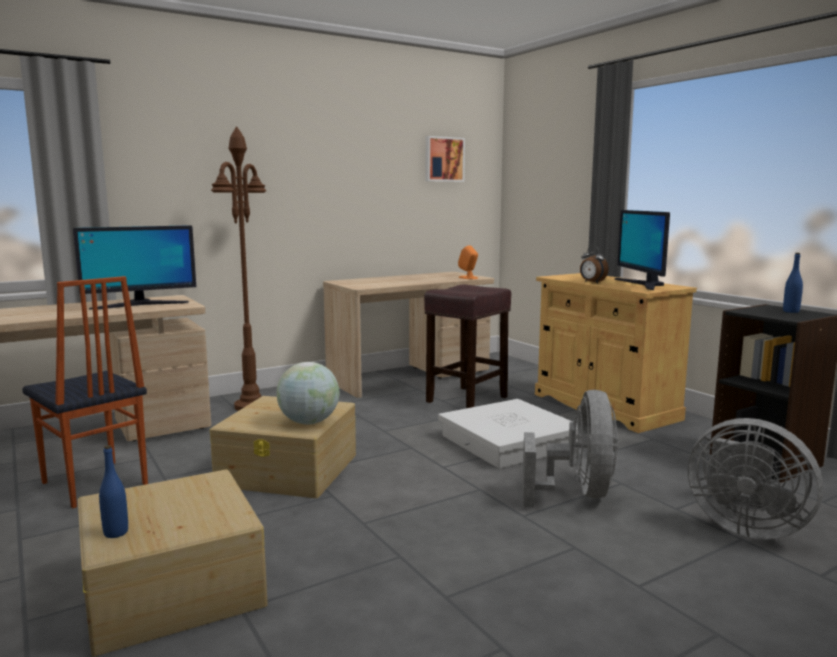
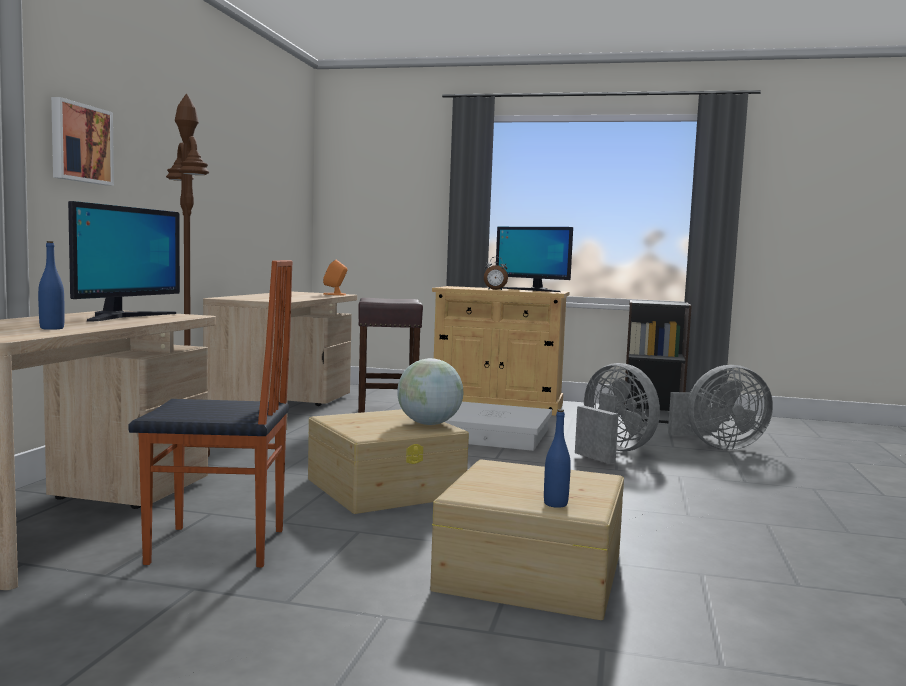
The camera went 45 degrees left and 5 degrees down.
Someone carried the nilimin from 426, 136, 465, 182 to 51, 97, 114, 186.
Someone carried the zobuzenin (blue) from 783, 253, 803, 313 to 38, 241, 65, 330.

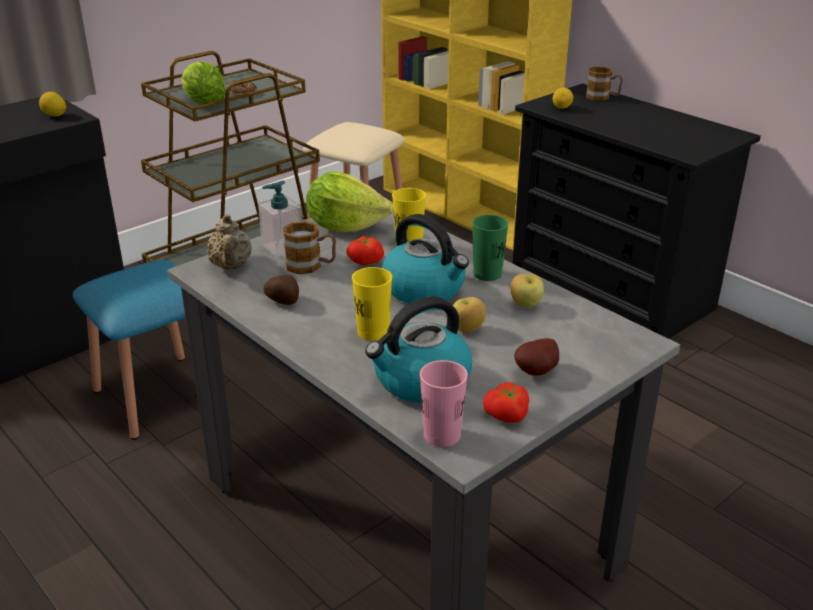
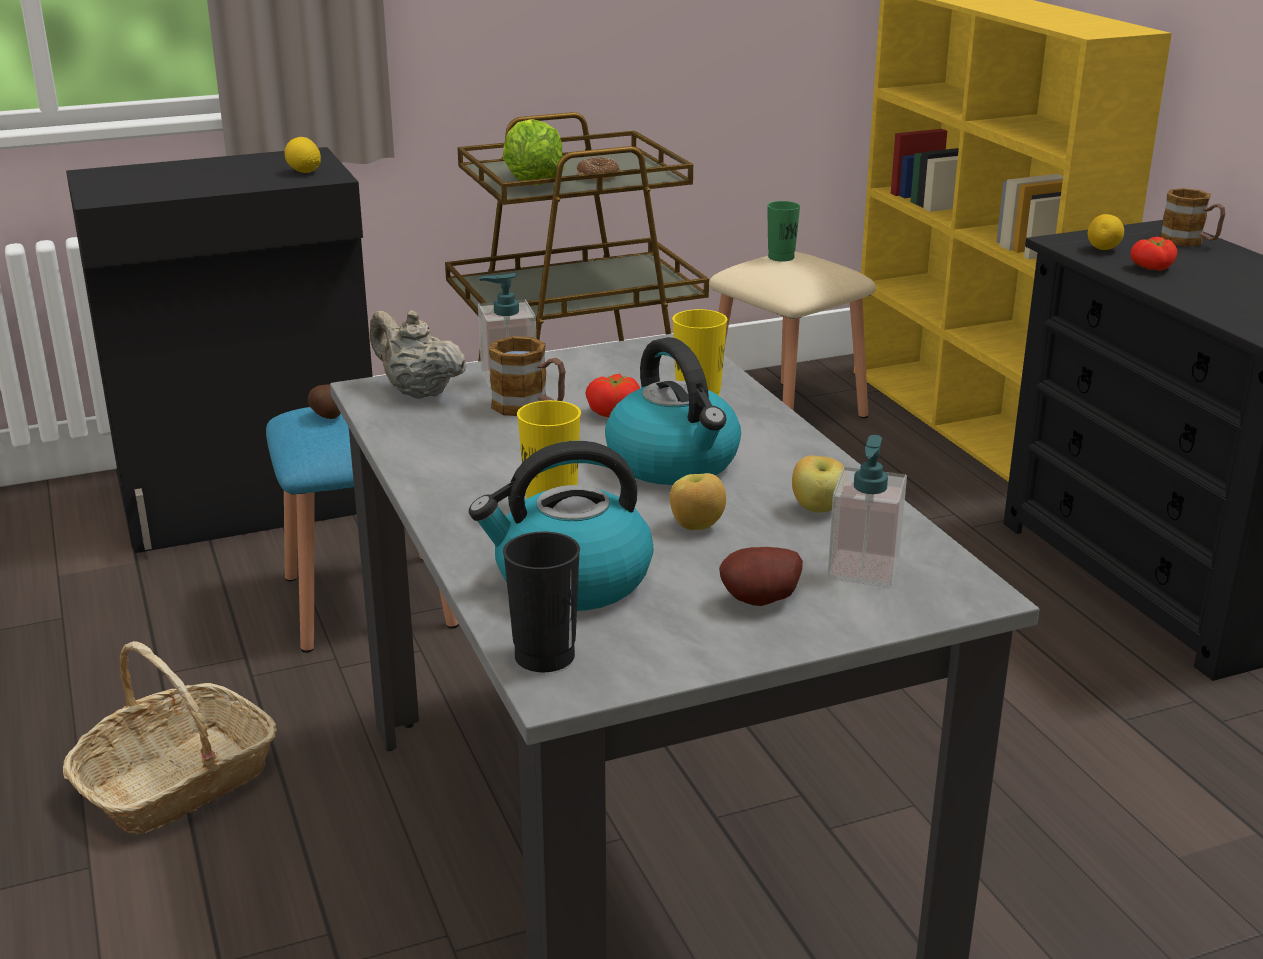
The camera went 20 degrees right and 5 degrees down.
Someone rotated the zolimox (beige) at 206, 214, 252, 269 by 120 degrees clockwise.
Someone carried the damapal from 264, 275, 299, 305 to 308, 384, 341, 419.
Someone took away the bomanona at 306, 171, 393, 232.
Someone repainted the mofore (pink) at 420, 360, 468, 447, which became the mofore (black) at 503, 532, 580, 672.
Someone carried the mofore (green) from 472, 215, 509, 281 to 767, 201, 800, 261.
Someone carried the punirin from 483, 382, 529, 423 to 1130, 237, 1177, 271.
Someone put down the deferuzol at 63, 641, 277, 834.
Someone put down the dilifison at 827, 435, 907, 588.

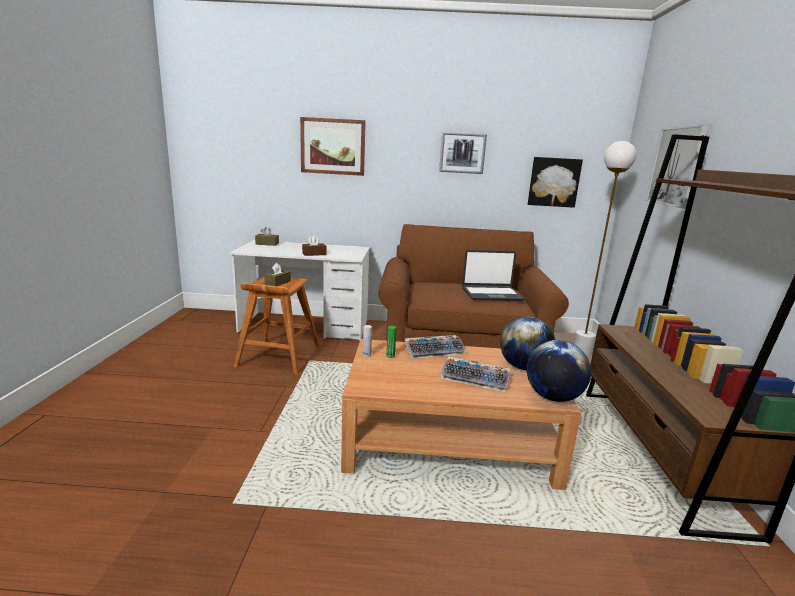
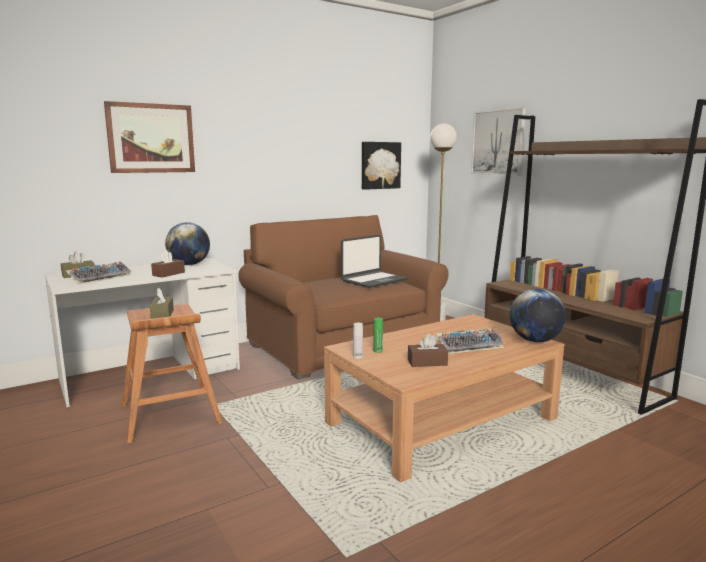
The camera went 35 degrees left and 5 degrees down.
Someone carried the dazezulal from 404, 335, 466, 359 to 66, 261, 131, 285.
Someone took away the nilimin at 439, 132, 487, 174.
Someone carried the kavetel from 500, 317, 555, 370 to 165, 222, 210, 265.
Someone put down the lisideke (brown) at 408, 333, 448, 367.

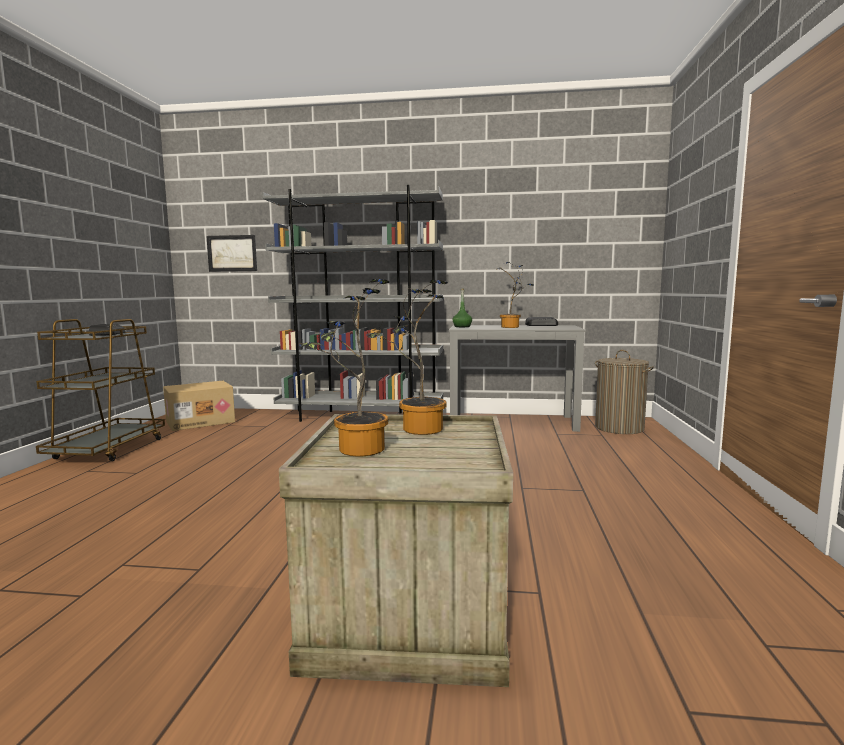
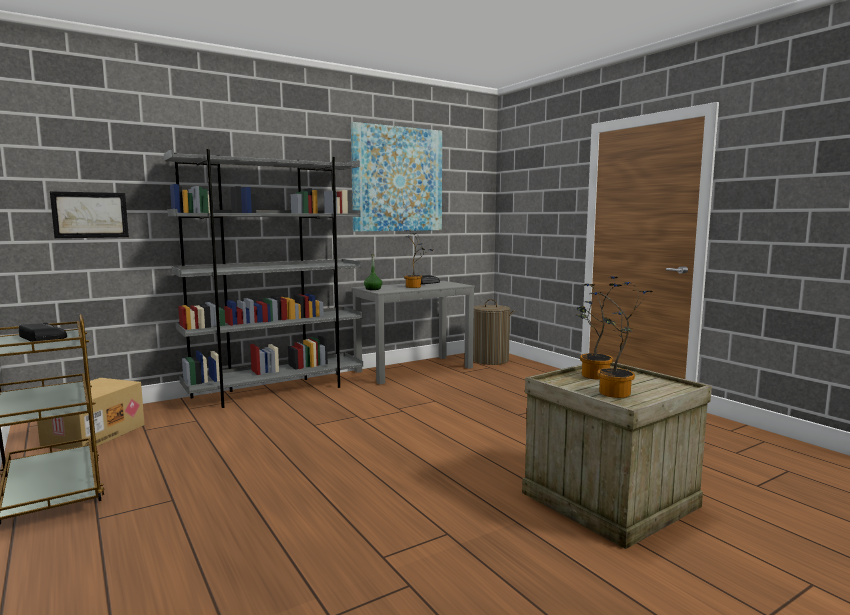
The camera went 40 degrees left and 0 degrees up.
Someone put up the nilimin at 351, 122, 442, 231.

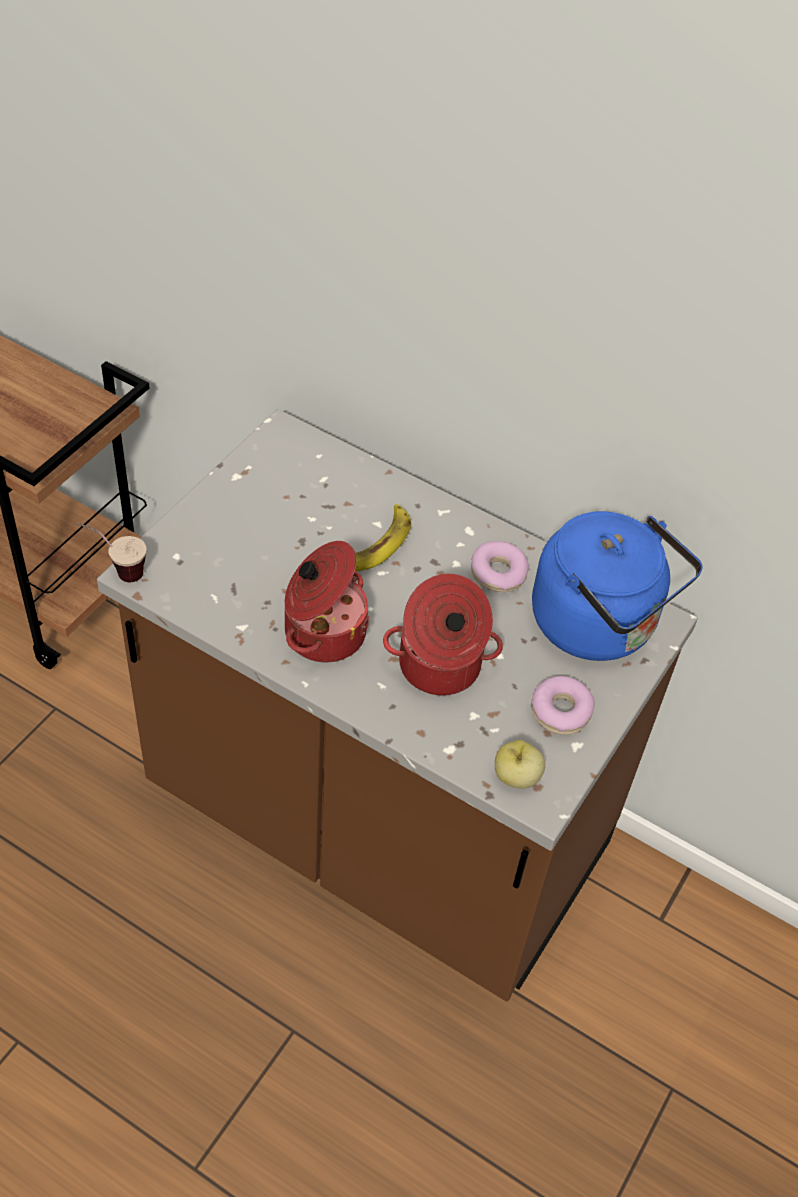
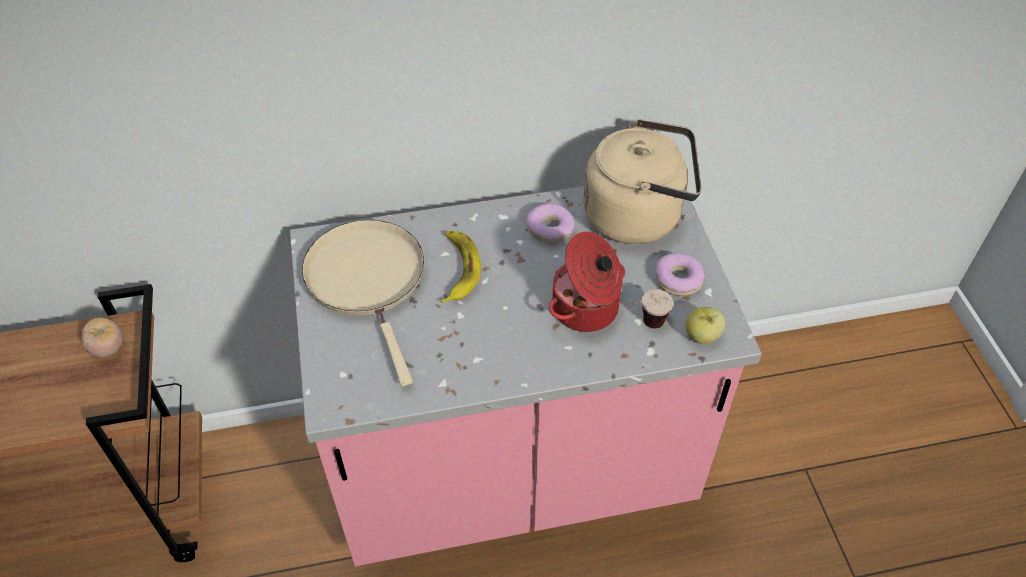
The camera went 40 degrees left and 0 degrees up.
Someone carried the mofore from 77, 522, 146, 582 to 625, 289, 673, 329.
Someone repainted the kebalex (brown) at 97, 409, 698, 1002, which became the kebalex (pink) at 290, 186, 762, 566.
Someone took away the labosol at 285, 541, 370, 663.
Someone repainted the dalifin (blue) at 532, 511, 702, 661, which became the dalifin (beige) at 583, 119, 701, 244.
Someone put down the punirin at 81, 317, 123, 358.
Someone put down the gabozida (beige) at 302, 220, 424, 386.

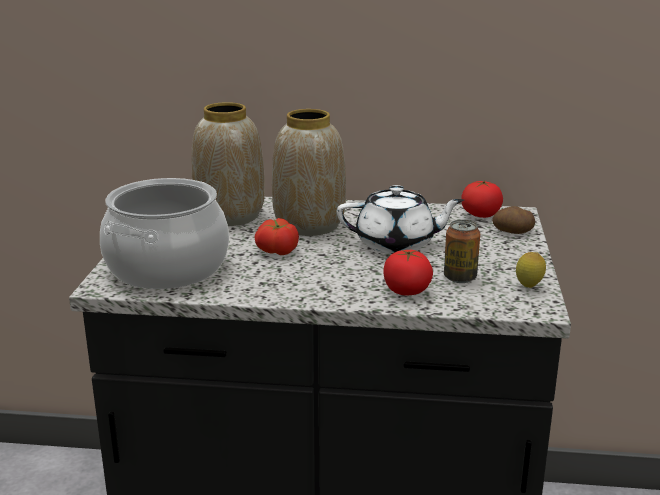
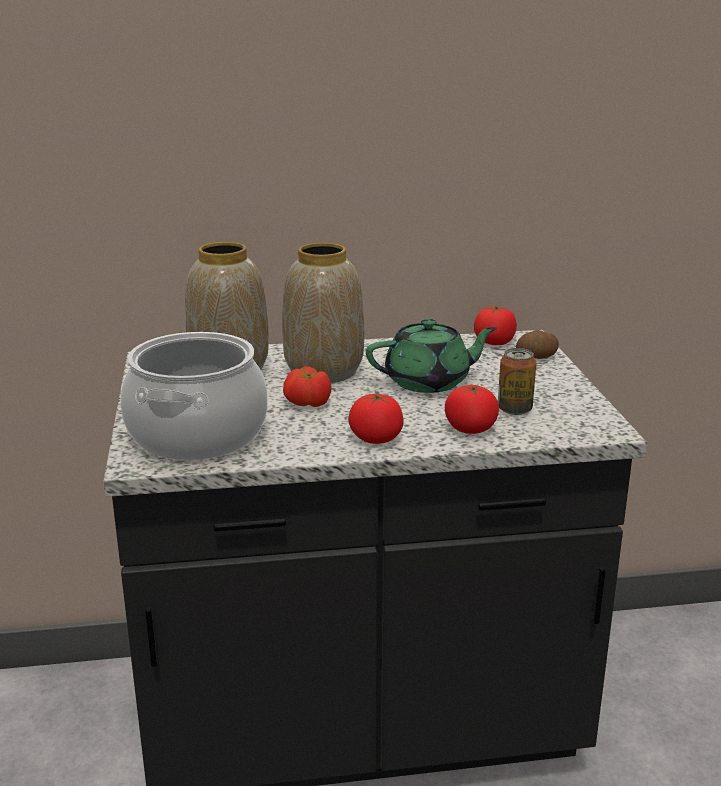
The camera went 15 degrees left and 0 degrees up.
Someone repainted the zolimox (white) at 337, 185, 464, 254, which became the zolimox (green) at 366, 319, 497, 393.
Someone took away the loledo at 516, 252, 546, 288.
Someone put down the punirin at 348, 393, 404, 444.

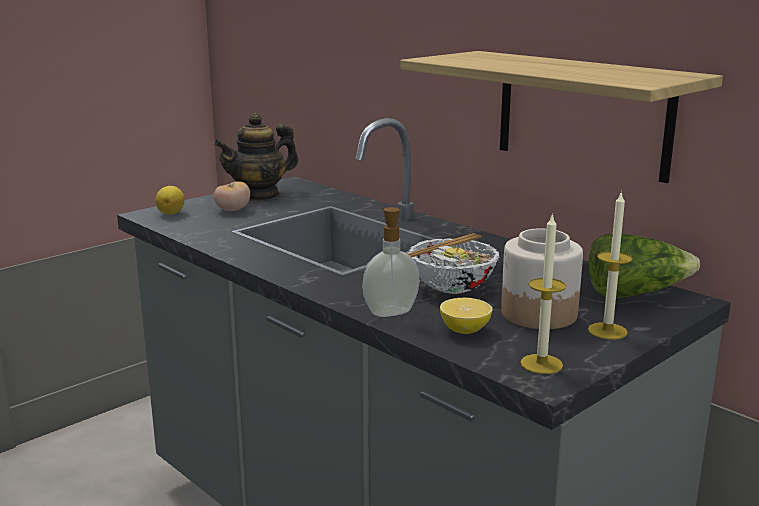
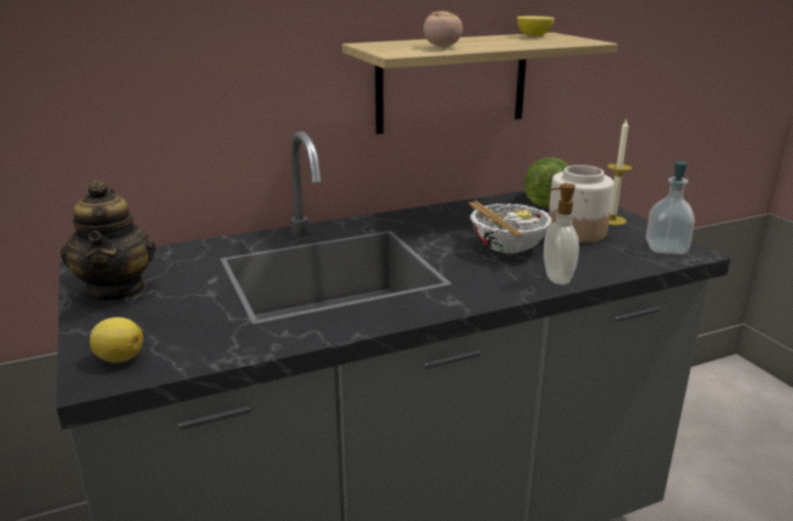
The camera went 70 degrees left and 5 degrees up.
Someone carried the punirin from 214, 181, 250, 211 to 423, 11, 463, 47.
Someone carried the loledo from 440, 298, 493, 334 to 517, 16, 555, 37.
Someone swapped the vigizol at 520, 213, 566, 374 for the dilifison at 646, 161, 695, 254.

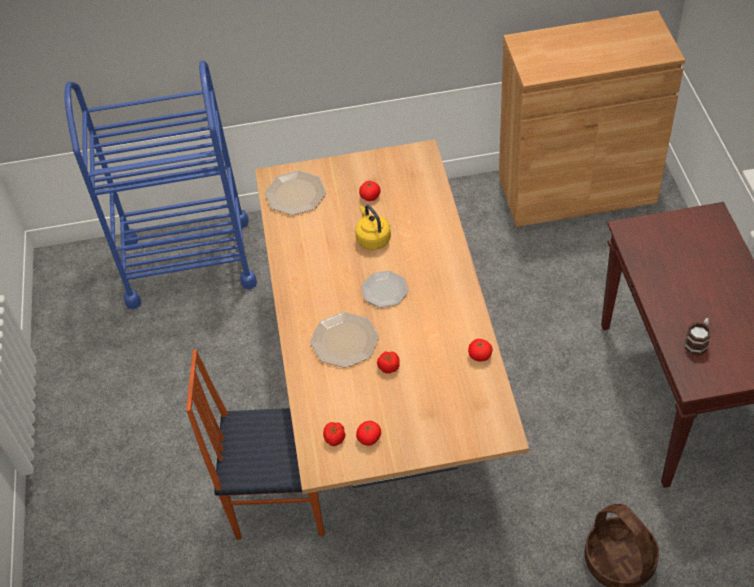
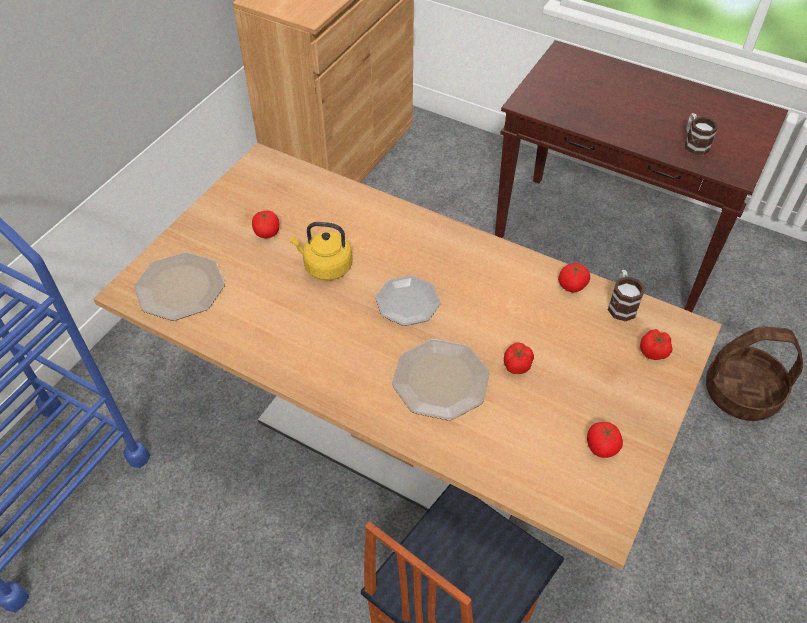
The camera went 55 degrees left and 0 degrees up.
Someone carried the punirin from 323, 422, 345, 446 to 640, 329, 672, 360.
Someone put down the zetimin at 608, 270, 645, 322.

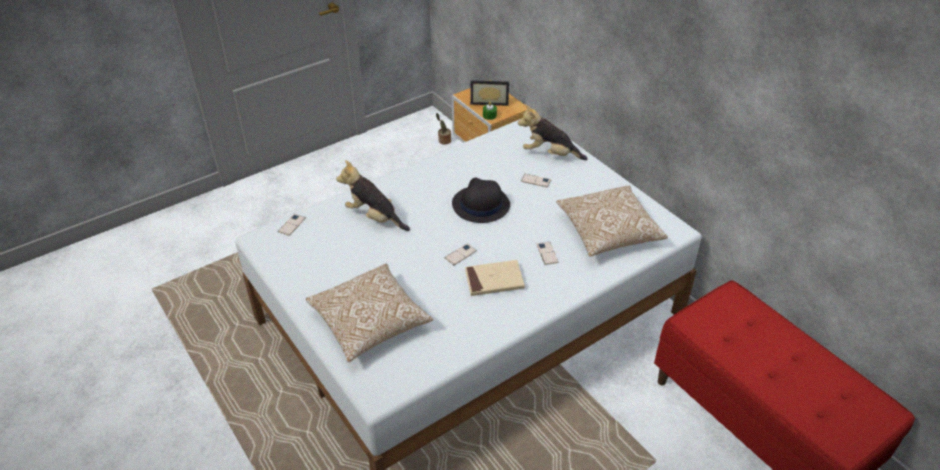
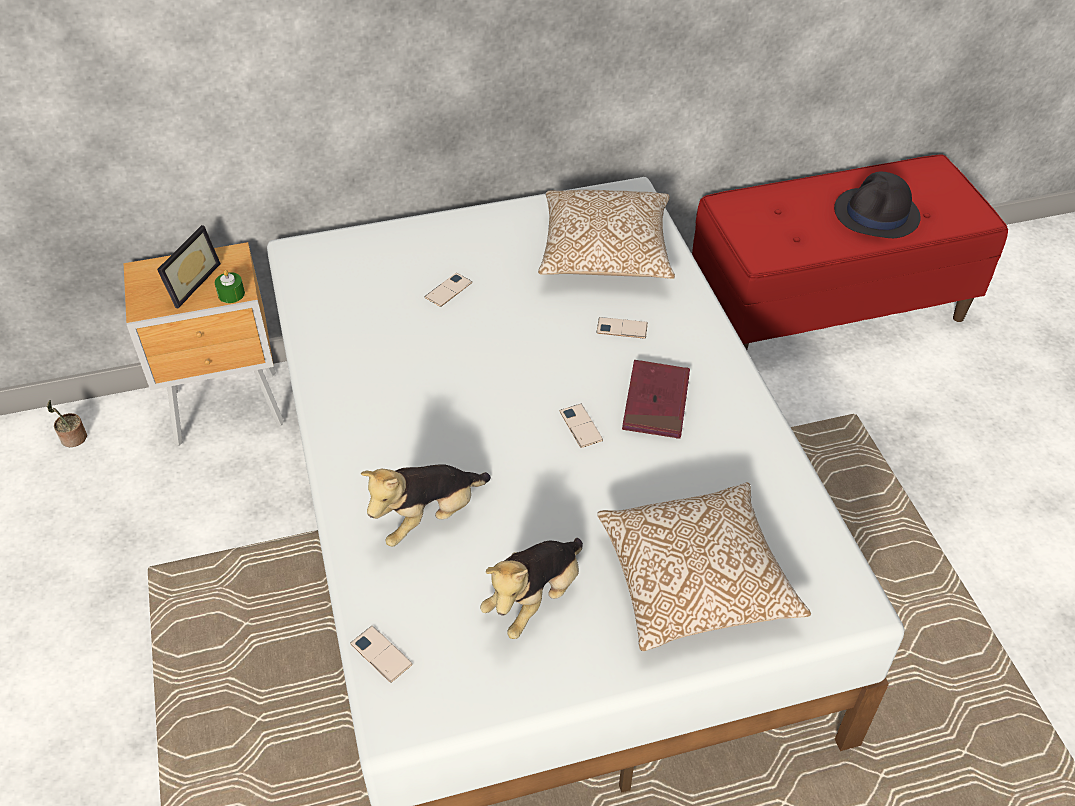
The camera went 70 degrees left and 5 degrees up.
Someone carried the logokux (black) from 452, 178, 510, 223 to 834, 171, 921, 238.
Someone repainted the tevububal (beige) at 465, 260, 525, 296, which became the tevububal (red) at 622, 360, 690, 438.
Someone carried the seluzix from 518, 104, 587, 160 to 480, 538, 583, 639.

